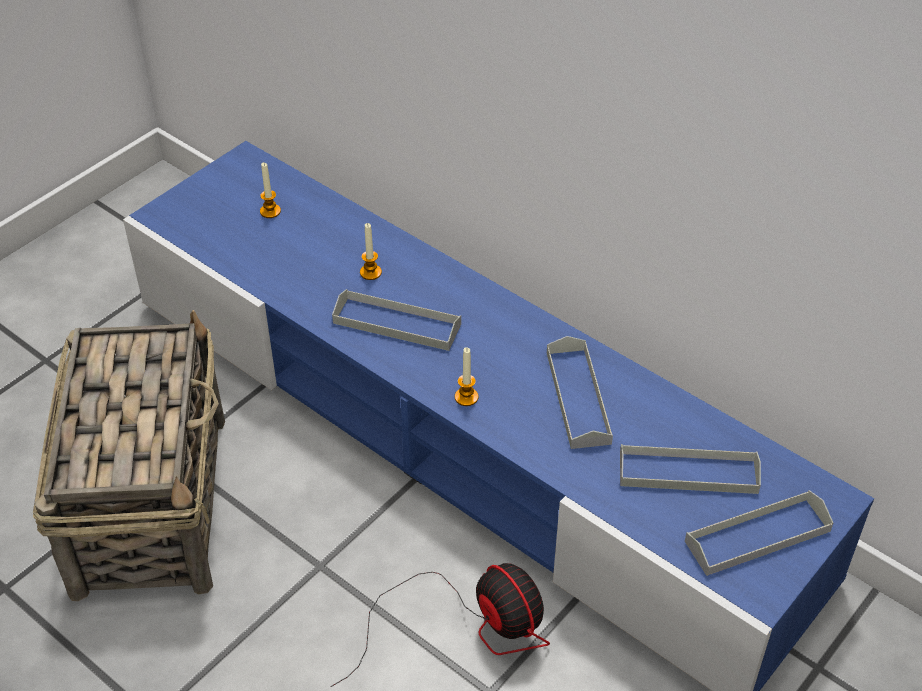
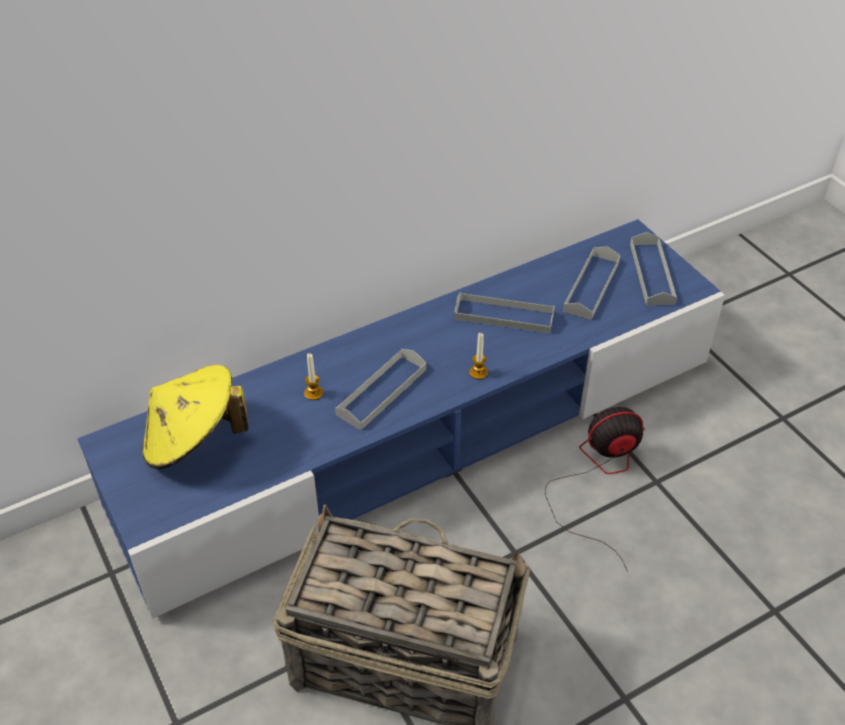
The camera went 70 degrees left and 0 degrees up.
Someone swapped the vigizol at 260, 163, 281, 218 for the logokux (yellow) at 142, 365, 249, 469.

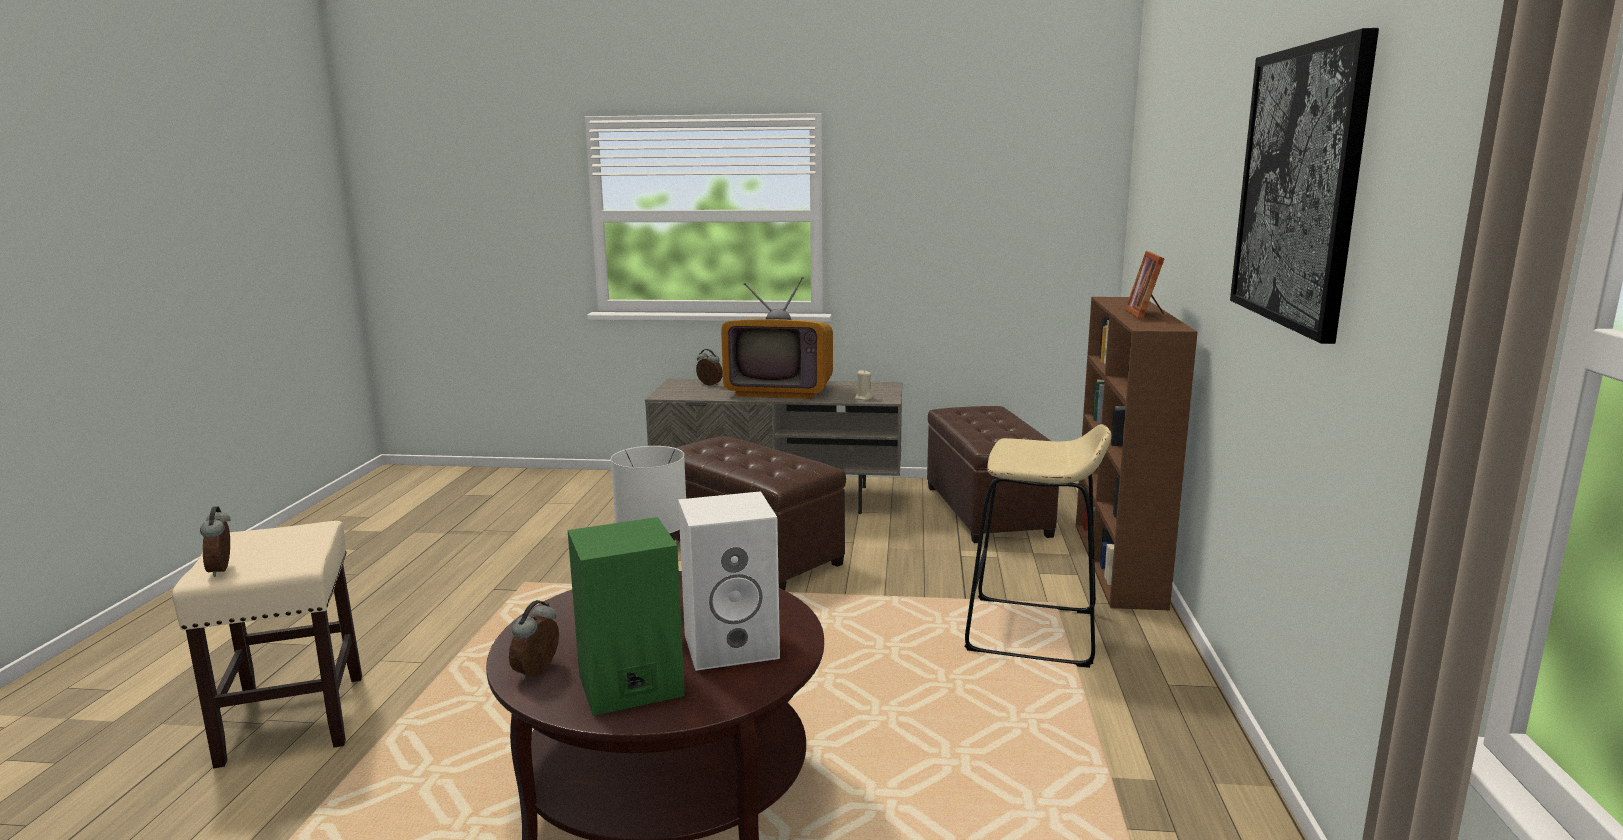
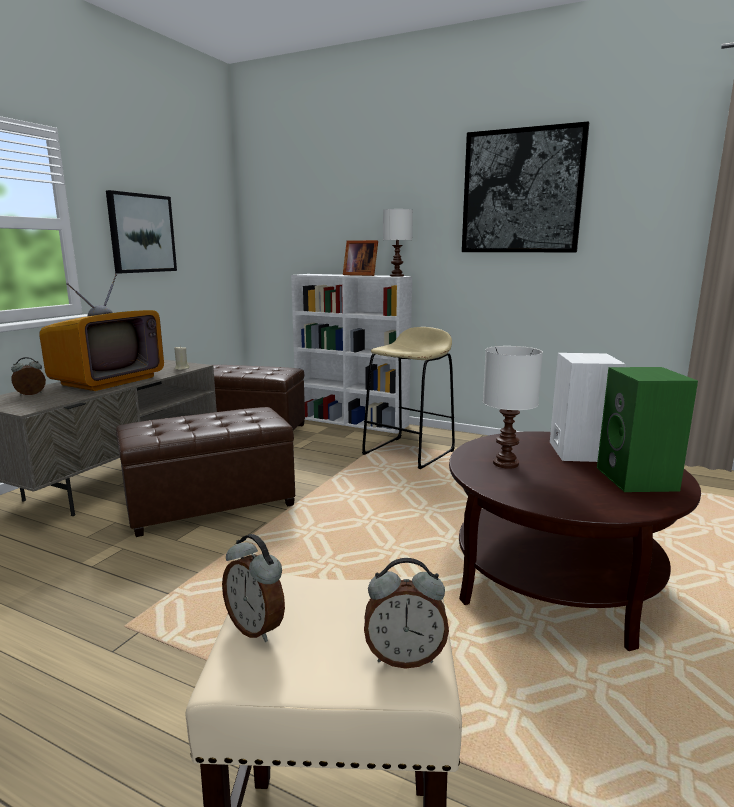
The camera went 70 degrees left and 0 degrees up.
Someone carried the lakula from 509, 600, 559, 680 to 222, 534, 285, 642.
Someone repainted the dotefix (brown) at 1076, 297, 1197, 610, which became the dotefix (white) at 291, 274, 412, 434.
Someone put up the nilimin at 106, 190, 177, 273.
Someone put down the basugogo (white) at 383, 209, 413, 277.

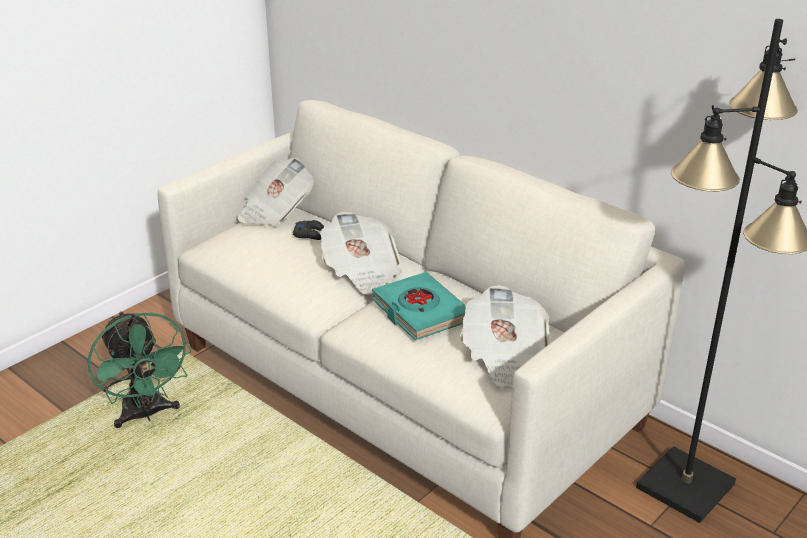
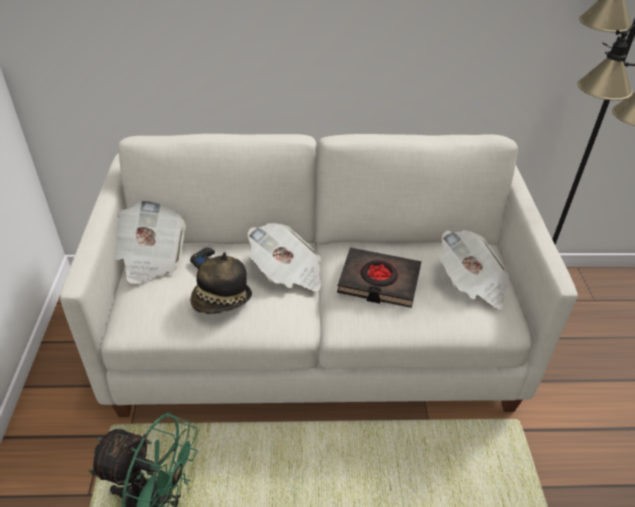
The camera went 45 degrees left and 10 degrees up.
Someone repainted the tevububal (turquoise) at 372, 272, 466, 341, which became the tevububal (black) at 337, 248, 422, 308.
Someone put down the logokux at 190, 252, 252, 314.

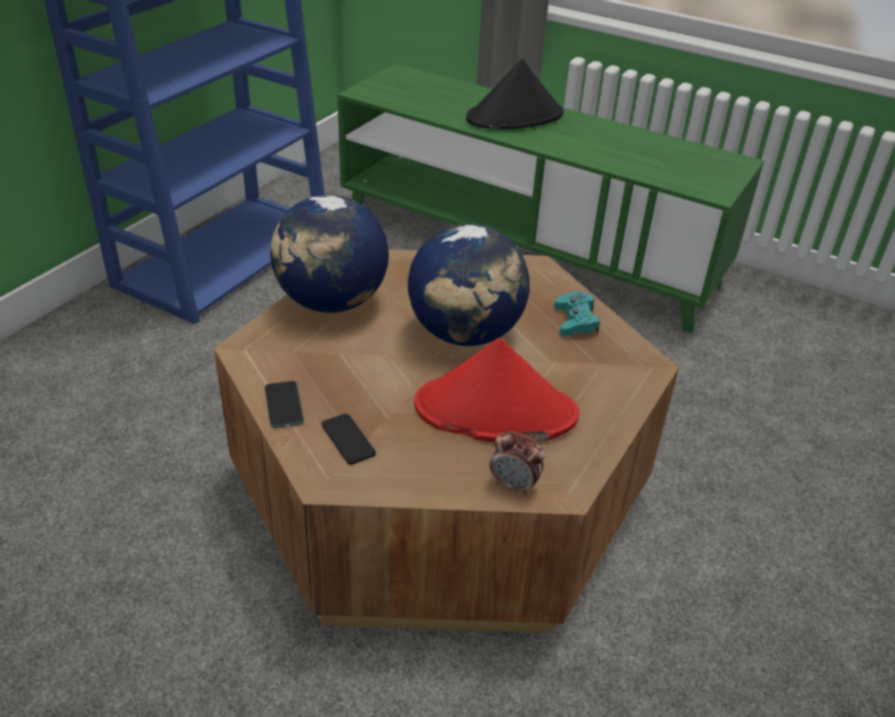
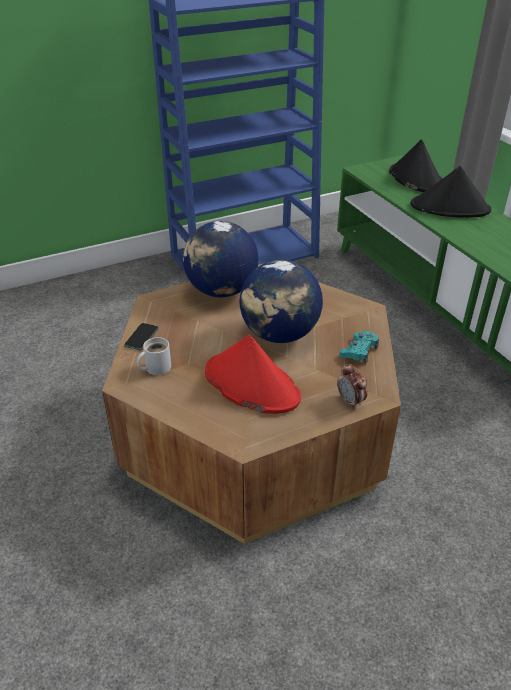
The camera went 35 degrees right and 0 degrees up.
Someone swapped the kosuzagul at 321, 413, 376, 465 for the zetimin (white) at 137, 337, 171, 375.
Someone carried the lakula from 490, 431, 545, 495 to 337, 364, 367, 409.
Someone put down the logokux (black) at 389, 139, 442, 192.

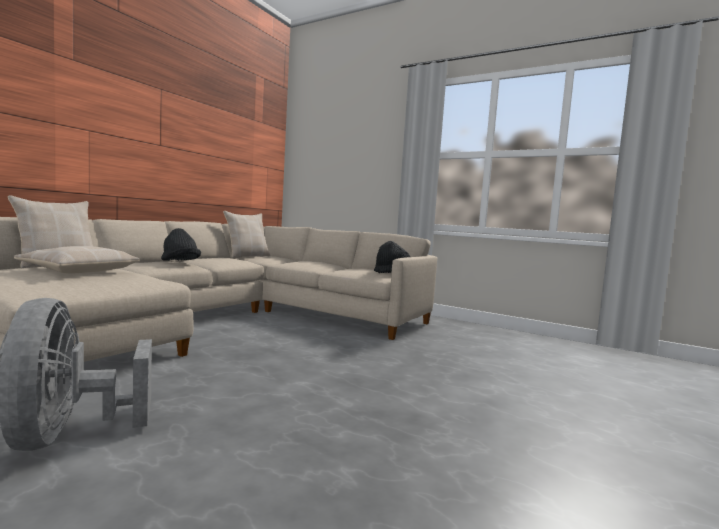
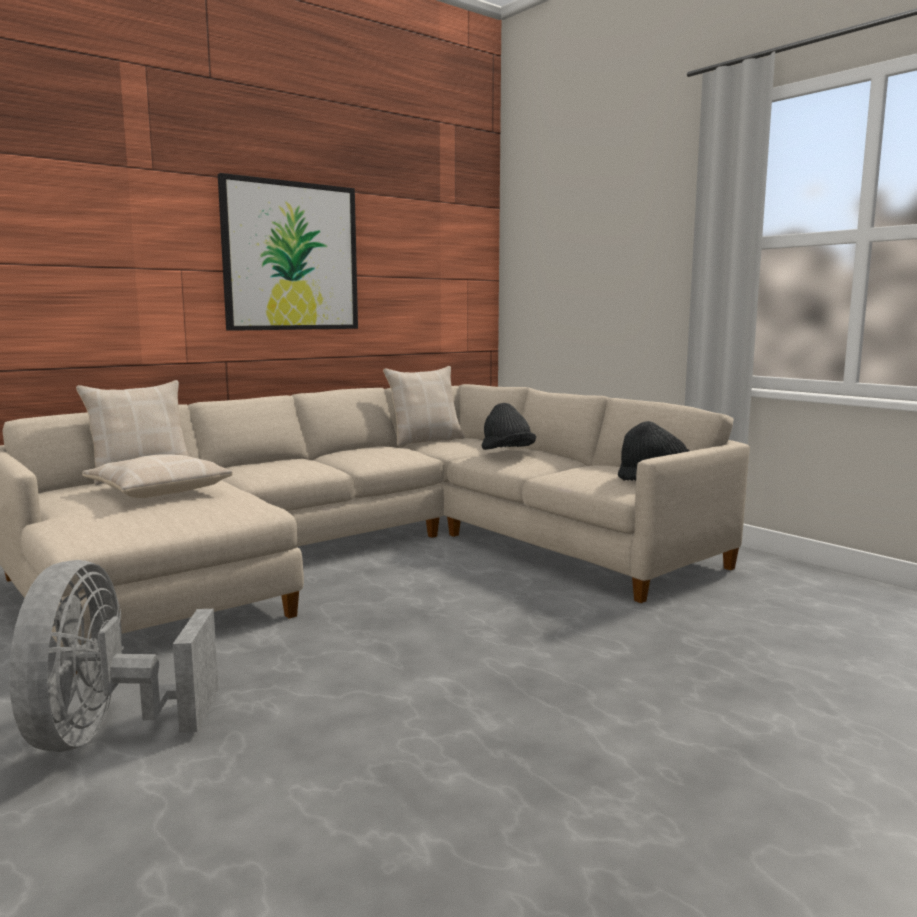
The camera went 20 degrees right and 5 degrees up.
Someone carried the logokux (black) from 161, 228, 201, 261 to 482, 403, 536, 450.
Someone put up the nilimin at 218, 173, 358, 331.

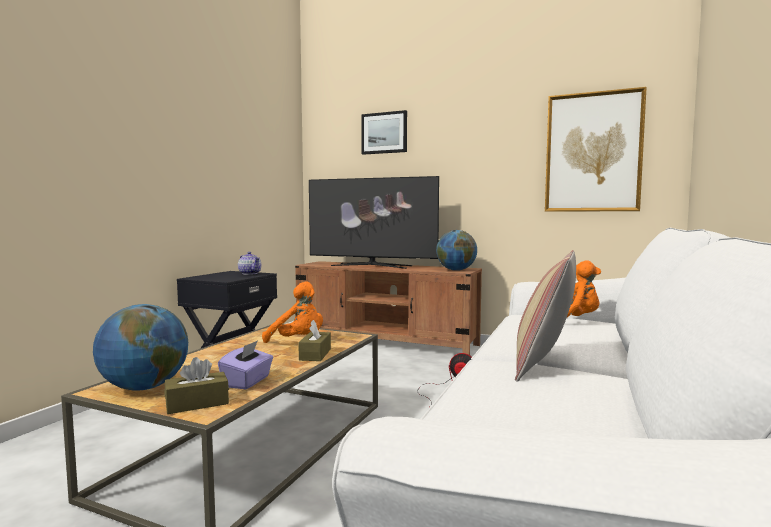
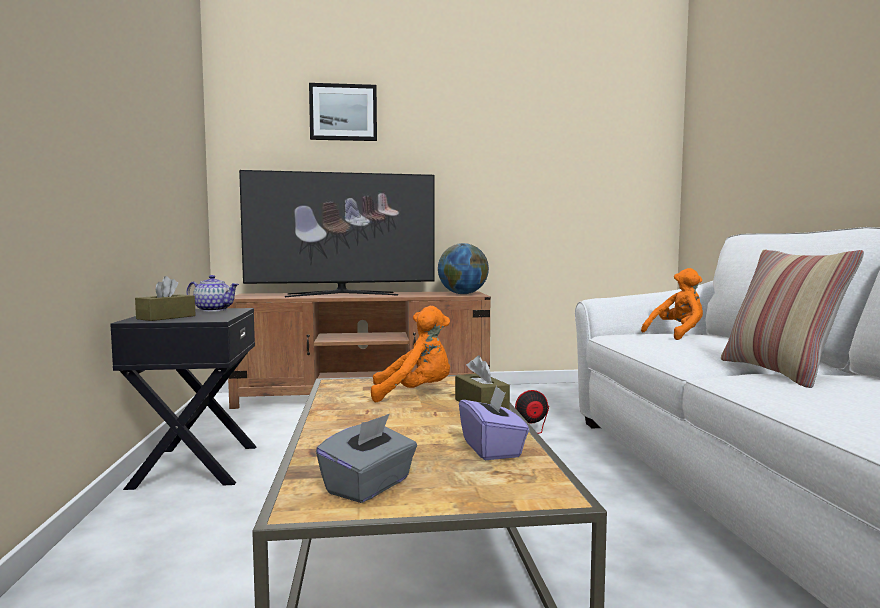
The camera went 30 degrees left and 0 degrees up.
Someone swapped the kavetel at 93, 304, 188, 391 for the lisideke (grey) at 316, 414, 417, 503.
Someone carried the lisideke (brown) from 165, 357, 229, 414 to 135, 276, 196, 321.
Someone took away the nilimin at 545, 87, 647, 212.

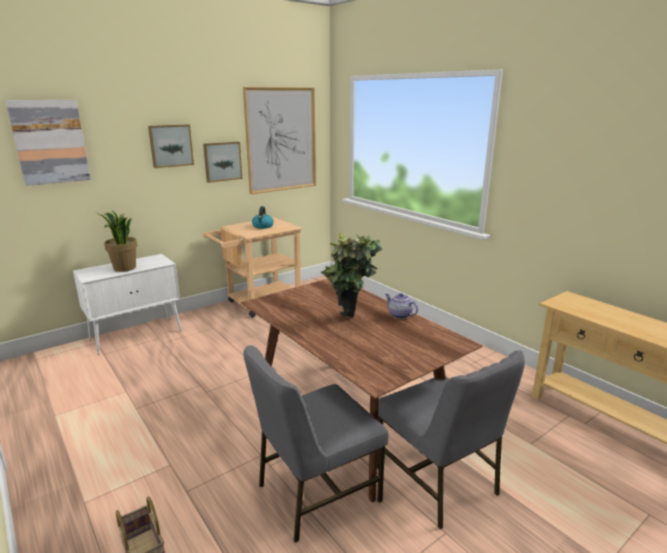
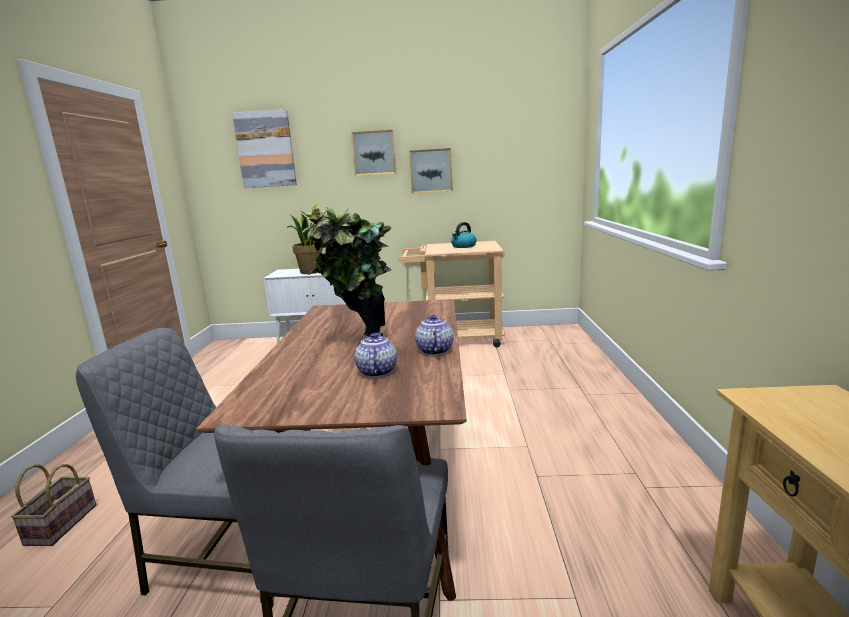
The camera went 40 degrees right and 5 degrees down.
Someone took away the nilimin at 243, 87, 316, 194.
Someone put down the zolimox at 354, 333, 397, 377.

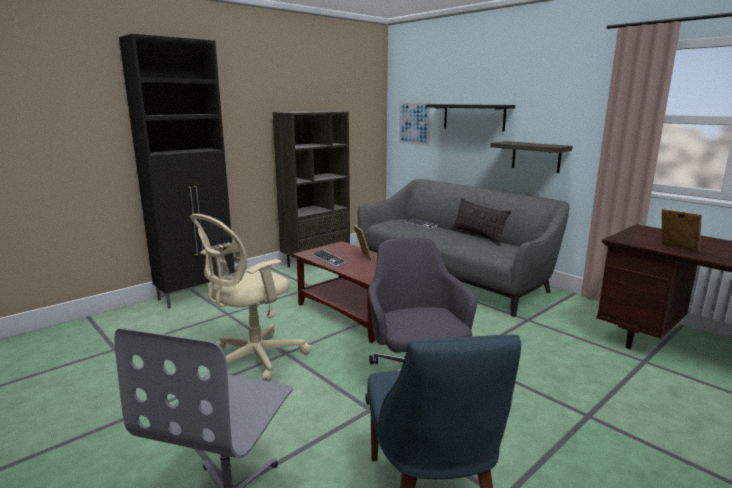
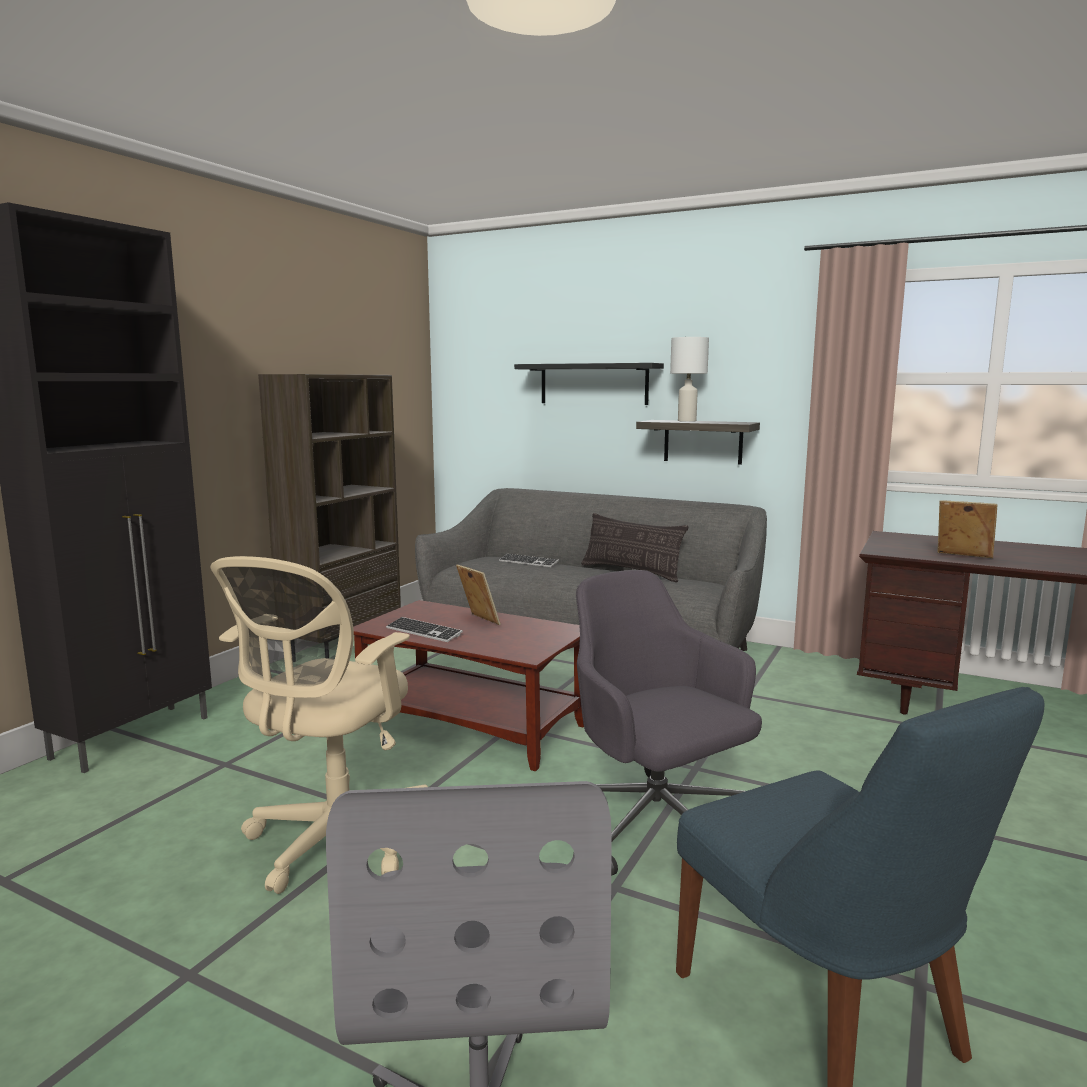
The camera went 20 degrees left and 5 degrees down.
Someone took away the nilimin at 399, 102, 431, 146.
Someone put down the basugogo (white) at 670, 337, 709, 422.

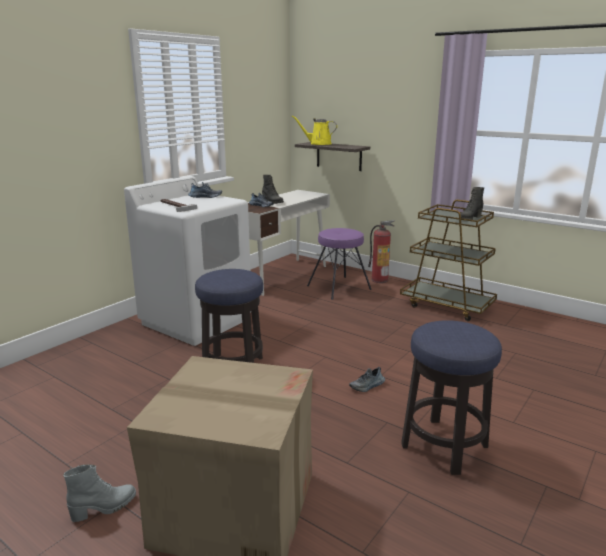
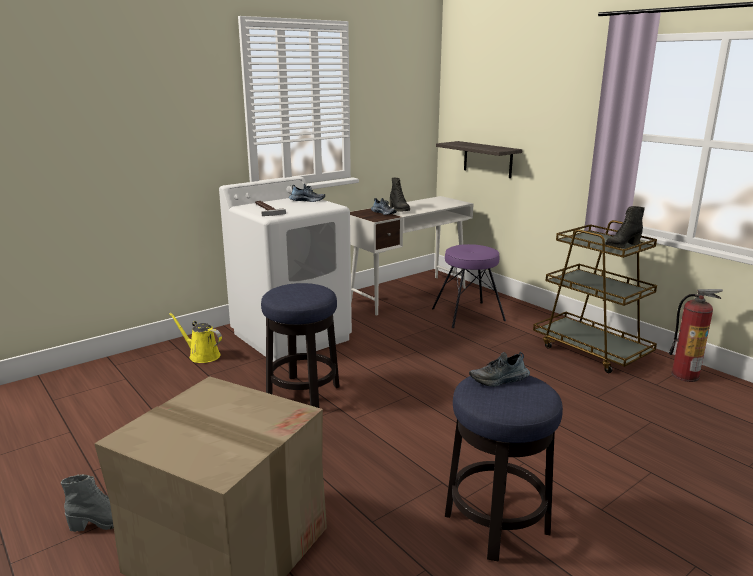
The camera went 15 degrees right and 0 degrees up.
Someone carried the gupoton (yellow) from 292, 116, 337, 145 to 169, 313, 222, 363.
Someone carried the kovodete from 349, 367, 385, 392 to 469, 352, 530, 387.
Someone carried the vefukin from 368, 220, 395, 283 to 669, 289, 723, 382.

